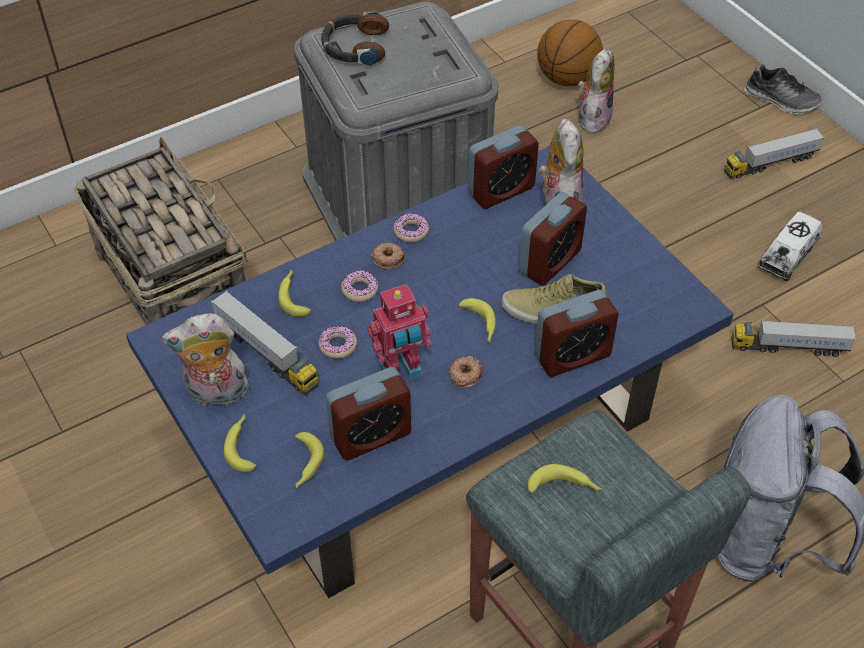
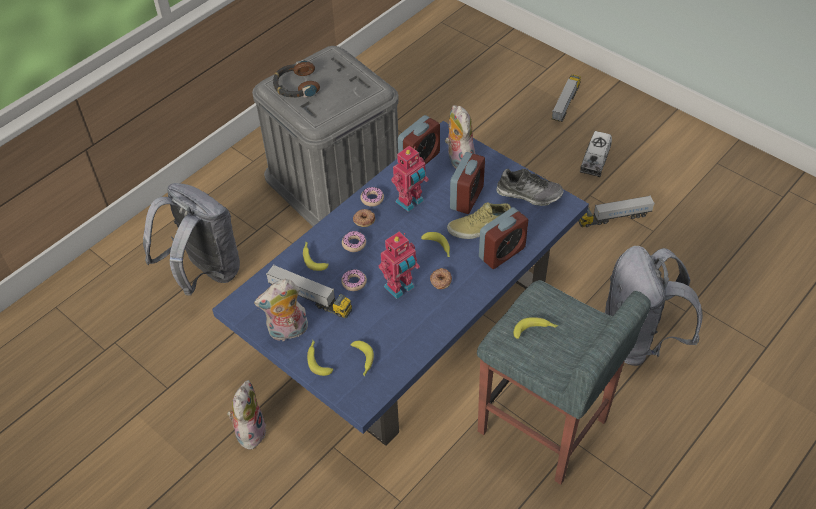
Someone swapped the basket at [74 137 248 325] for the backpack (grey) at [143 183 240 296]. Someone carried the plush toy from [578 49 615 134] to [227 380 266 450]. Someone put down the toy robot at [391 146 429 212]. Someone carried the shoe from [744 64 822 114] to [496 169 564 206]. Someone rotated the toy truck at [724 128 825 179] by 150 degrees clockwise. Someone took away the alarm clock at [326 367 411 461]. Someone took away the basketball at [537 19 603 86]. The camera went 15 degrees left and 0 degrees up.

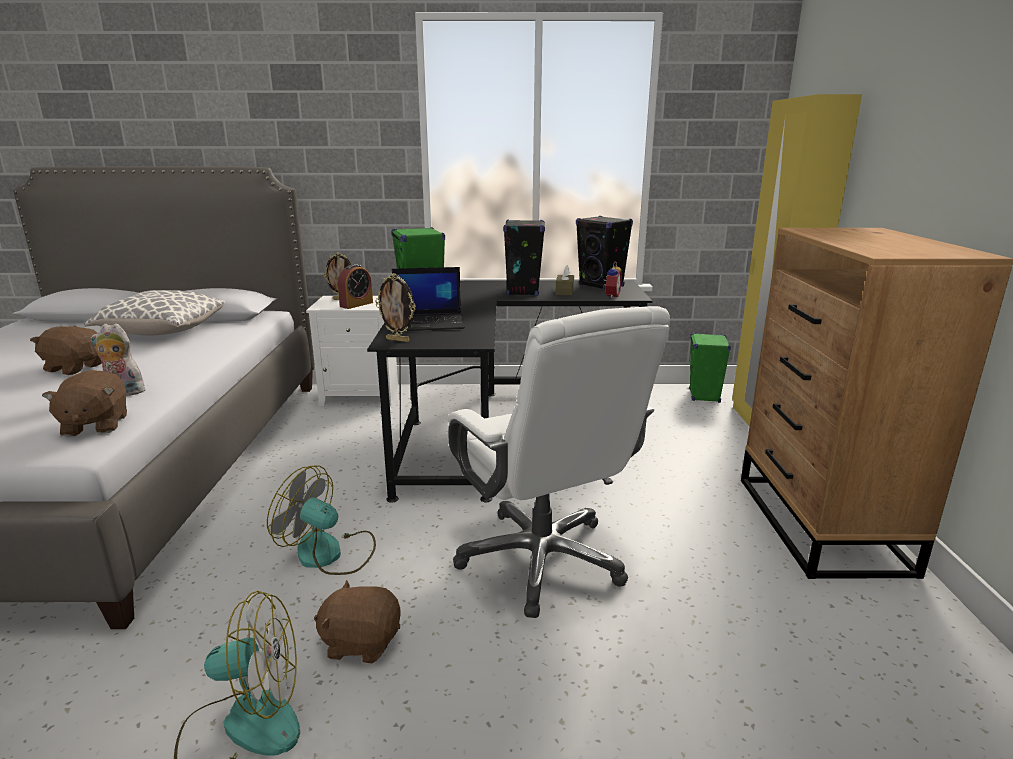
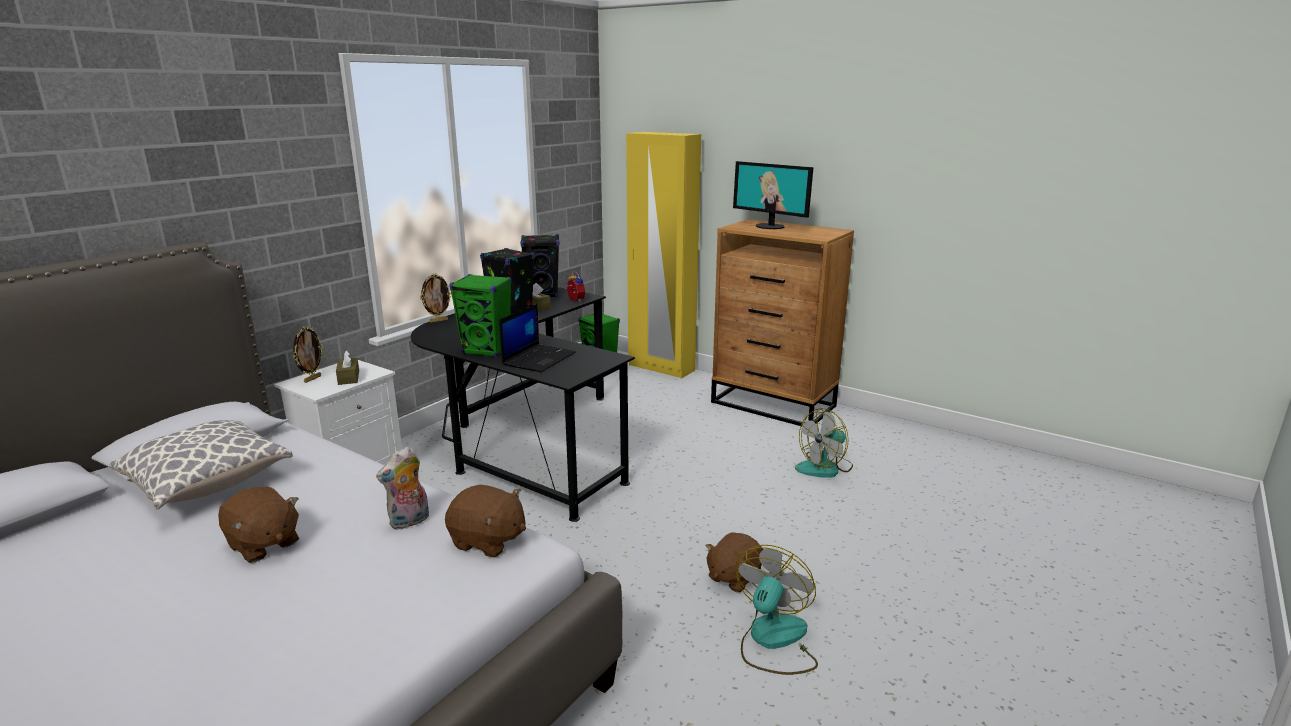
Someone rotated the plush toy (brown) at [30 326 102 375] by 105 degrees counterclockwise. Someone swapped the alarm clock at [338 264 373 309] for the tissue box (brown) at [336 350 359 385]. Someone carried the picture frame from [375 273 416 342] to [420 273 452 323]. Someone put down the monitor at [733 161 814 229]. Someone carried the fan from [267 466 376 575] to [795 408 853 478]. Someone took away the office chair (white) at [447 306 670 618]. The camera went 55 degrees left and 0 degrees up.

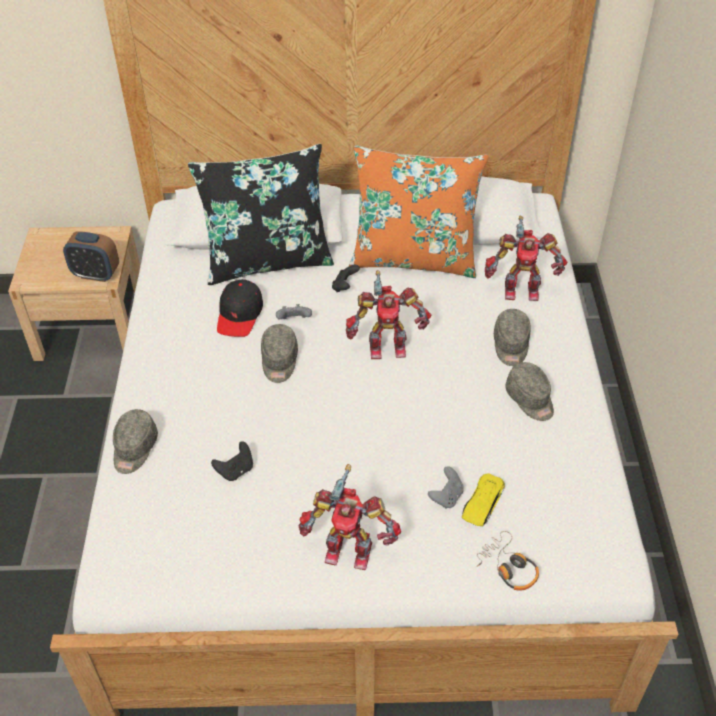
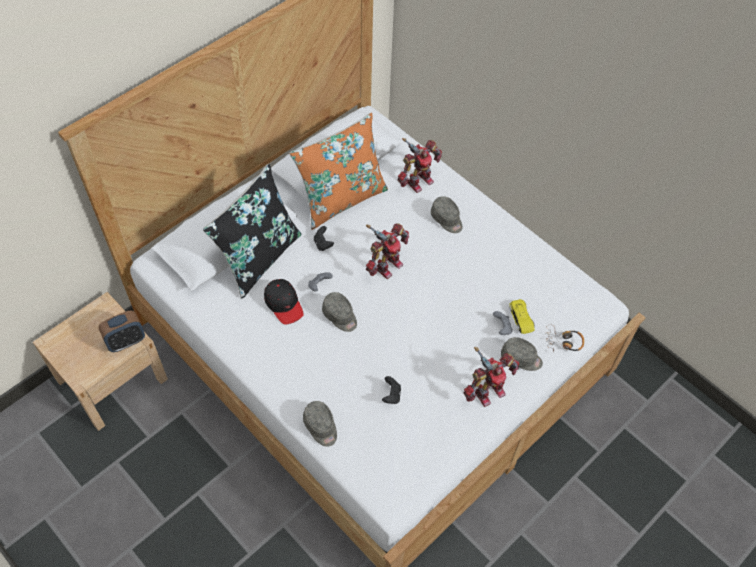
Someone carried the cap (grey) from [505 362 554 421] to [501 337 543 371]. The camera went 45 degrees left and 10 degrees up.

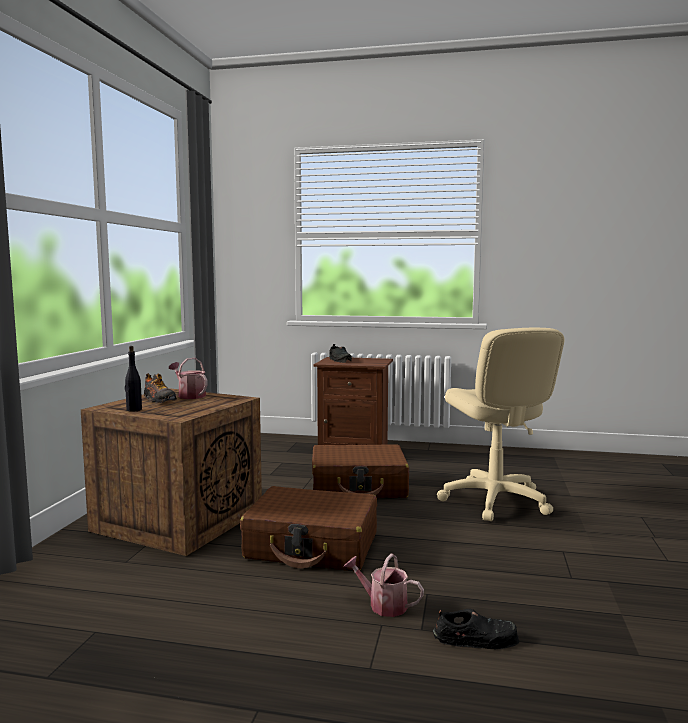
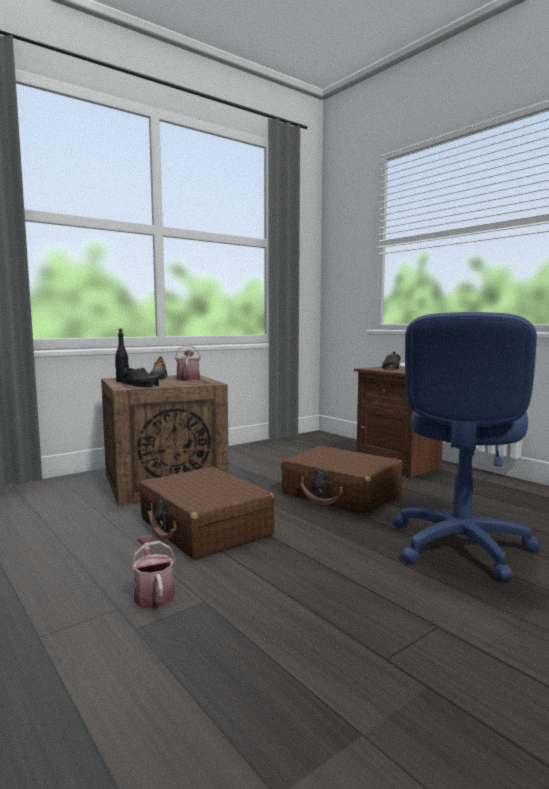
Someone carried the shoe (black) from [433 609 519 649] to [122 365 159 387]. Someone repainted the office chair (beige) at [437 328 564 521], which became the office chair (blue) at [392 312 541 581]. The camera went 40 degrees right and 0 degrees up.

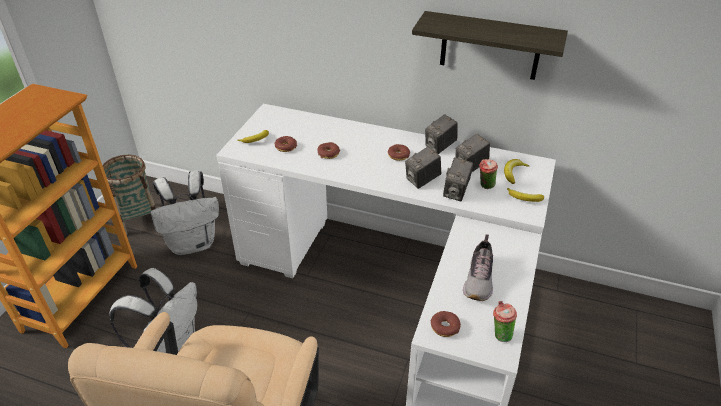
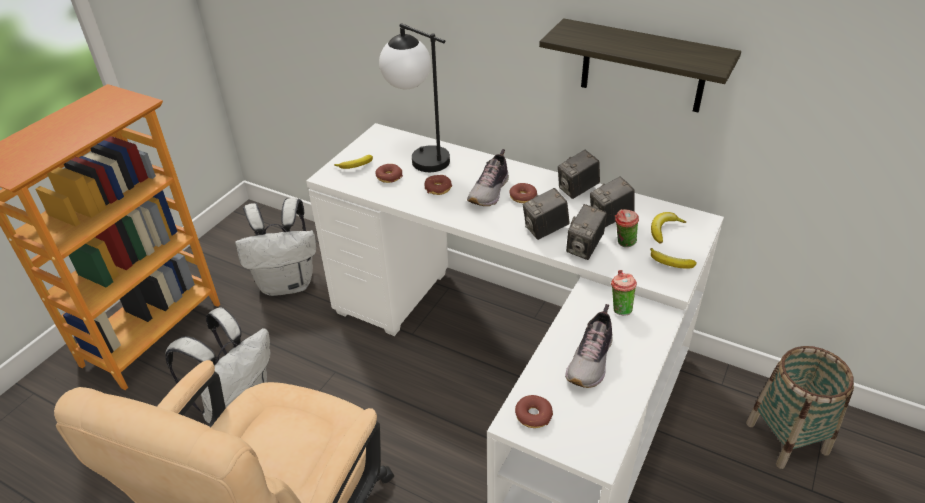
Someone put down the table lamp at [379 23 450 172]. Someone put down the shoe at [467 149 509 206]. Someone carried the cup from [493 301 517 342] to [611 270 637 316]. Someone carried the basket from [103 155 156 235] to [746 346 854 469]. The camera went 10 degrees right and 0 degrees up.

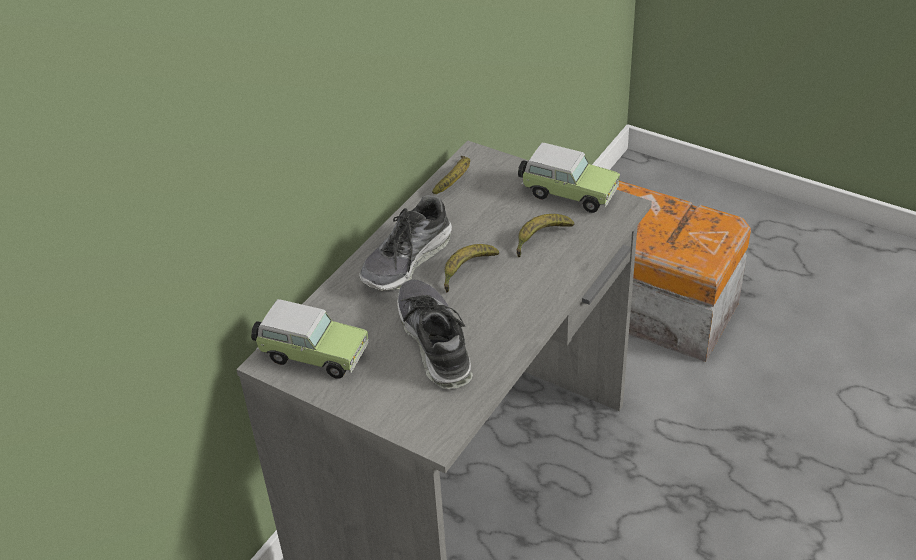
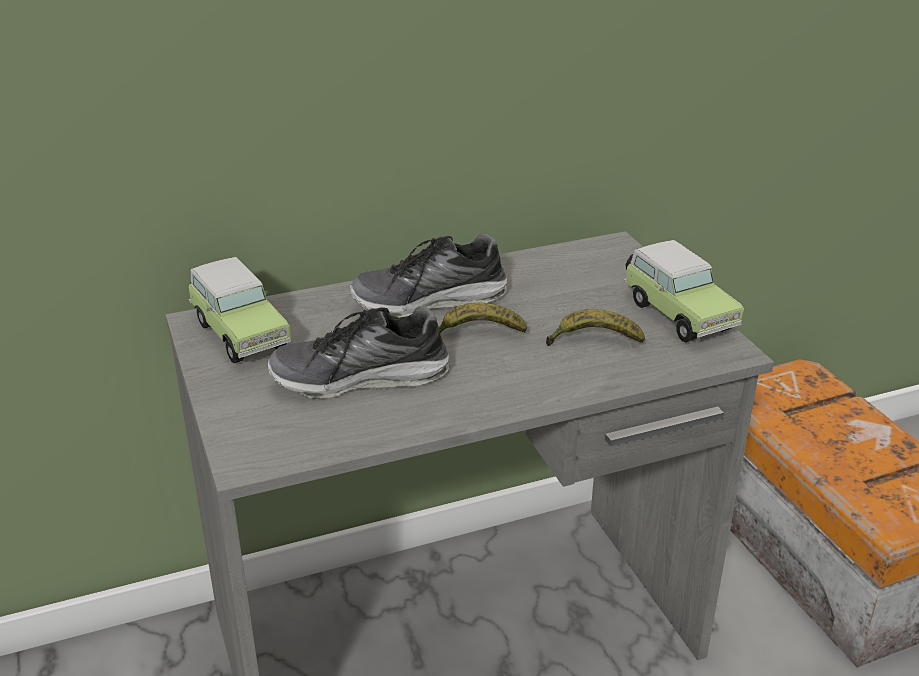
Someone rotated the shoe at [397 279 473 389] by 120 degrees counterclockwise. Someone took away the banana at [432 156 470 195]. The camera went 35 degrees right and 10 degrees down.

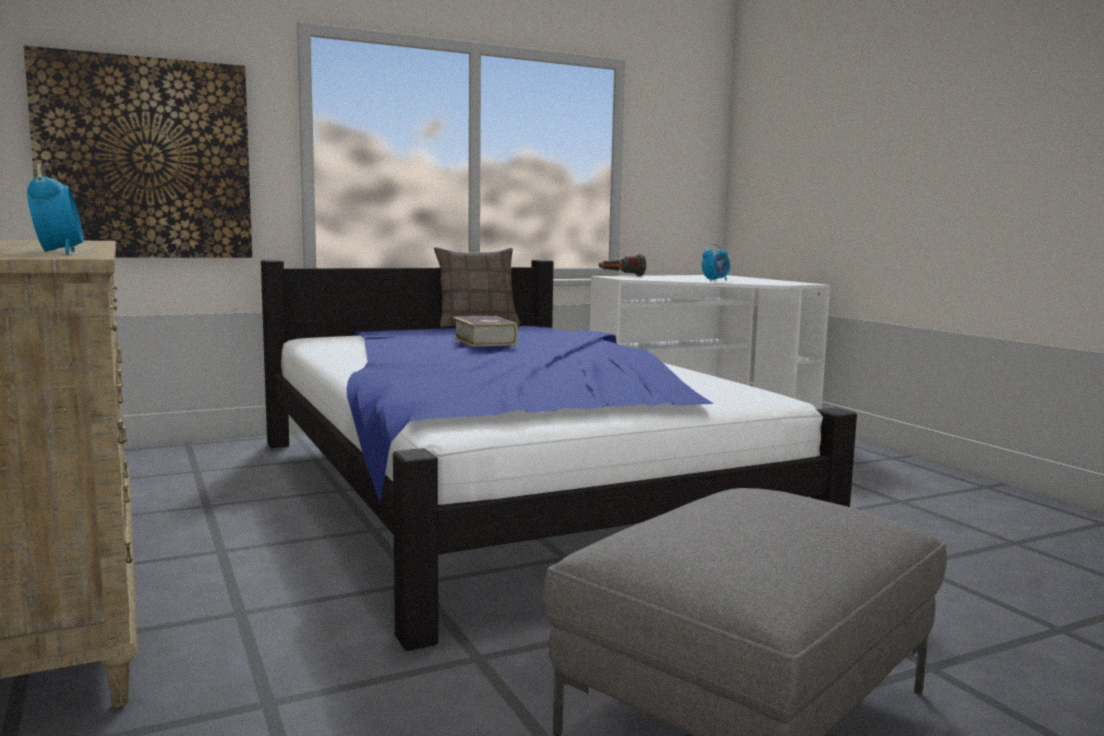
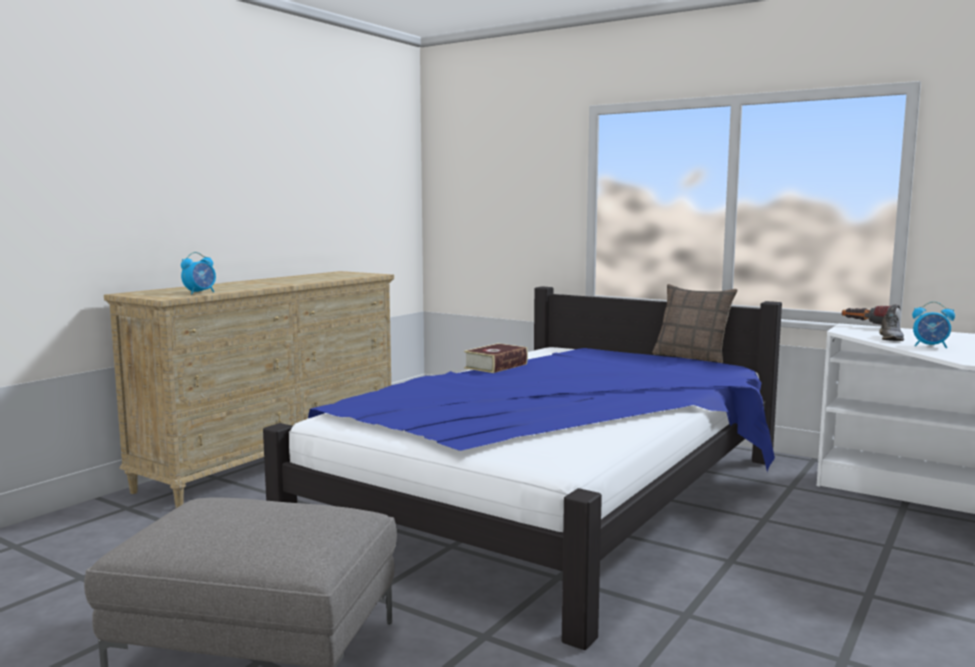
Someone carried the book from [453 316 518 347] to [464 343 528 373]. Someone put down the shoe (grey) at [879 312 904 341]. Someone took away the picture at [24 45 252 258]. The camera went 60 degrees right and 0 degrees up.

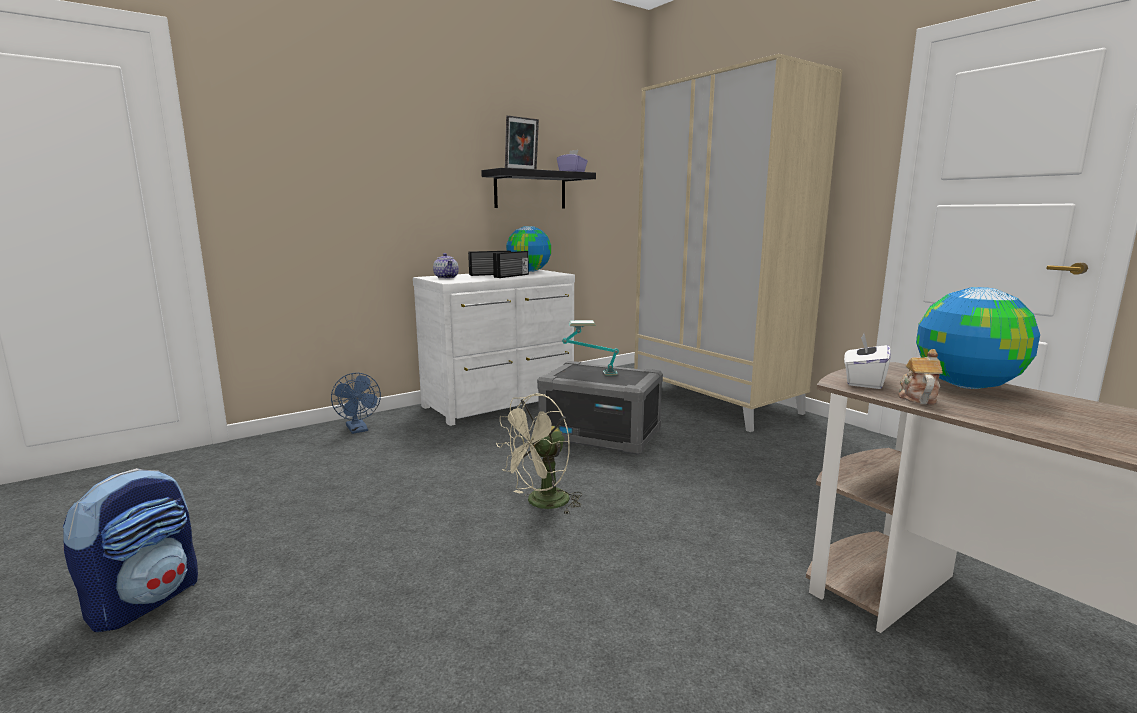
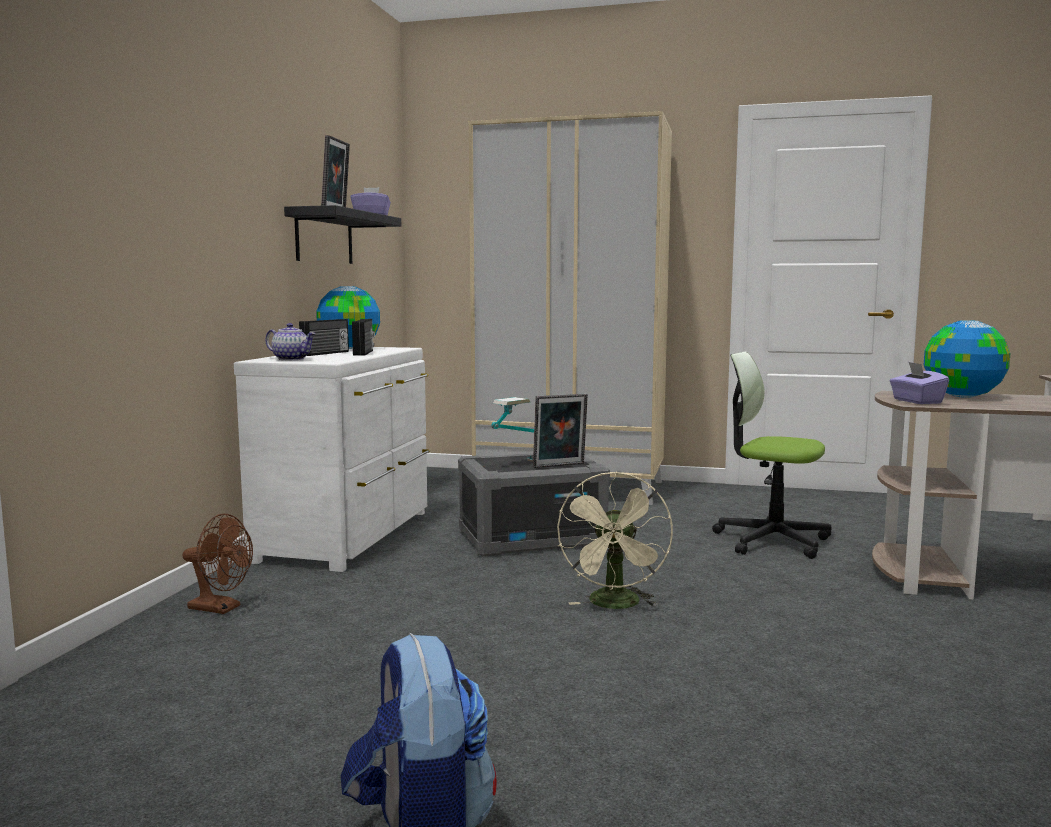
Someone repainted the fan (blue) at [331 373 381 434], which became the fan (brown) at [183 514 253 614]. Someone put down the picture frame at [533 394 588 468]. Someone put down the office chair at [712 351 832 559]. Someone repainted the tissue box (white) at [844 334 891 389], which became the tissue box (purple) at [890 362 949 404]. Someone took away the teapot at [898 349 943 405]. The camera went 40 degrees left and 5 degrees down.

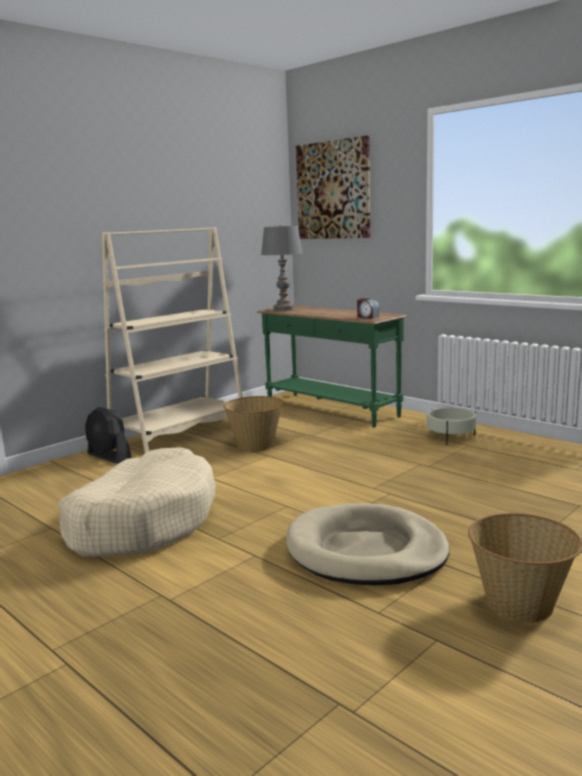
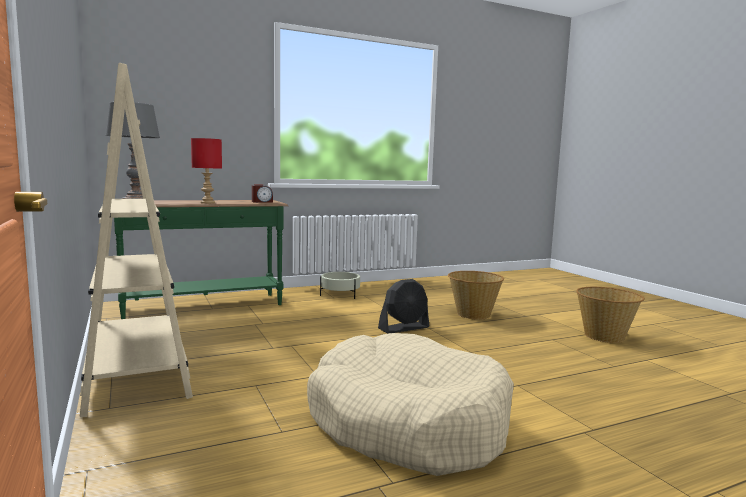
Someone put down the table lamp (red) at [191 138 222 204]. Someone carried the fan (black) from [85 407 132 464] to [378 279 429 334]. Someone carried the basket from [224 396 284 451] to [448 271 504 320]. Someone took away the dog bed (beige) at [286 503 450 586]. Someone took away the picture at [296 135 371 239]. The camera went 70 degrees left and 5 degrees down.

